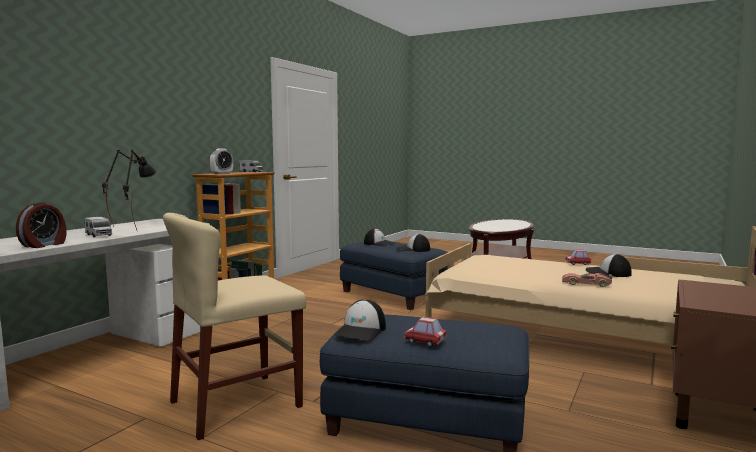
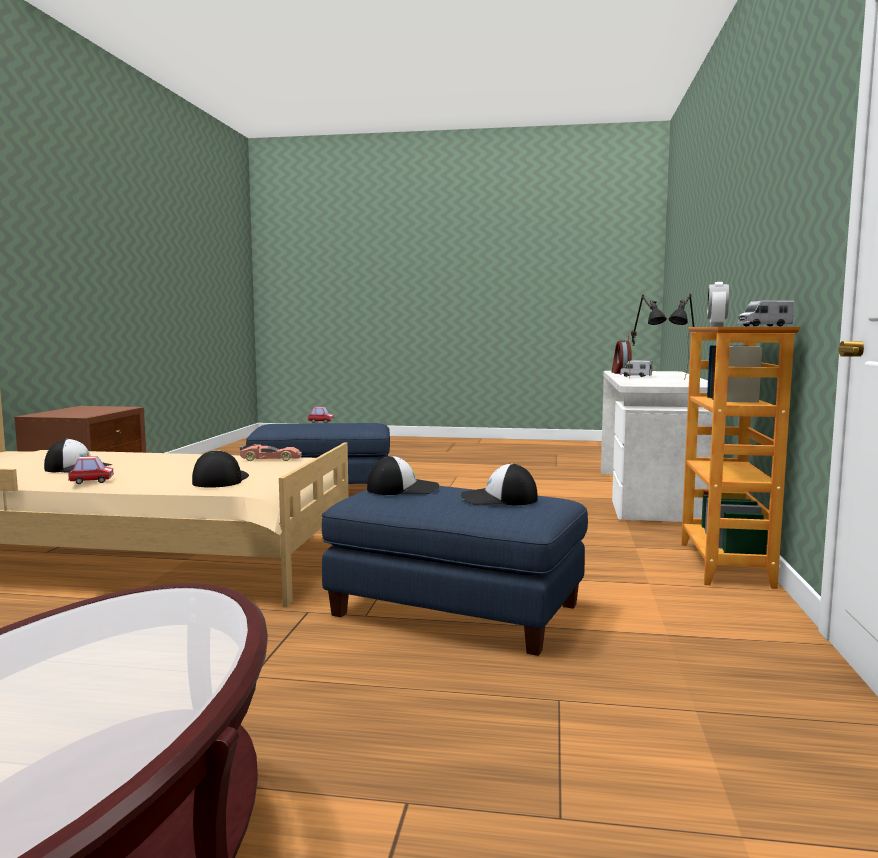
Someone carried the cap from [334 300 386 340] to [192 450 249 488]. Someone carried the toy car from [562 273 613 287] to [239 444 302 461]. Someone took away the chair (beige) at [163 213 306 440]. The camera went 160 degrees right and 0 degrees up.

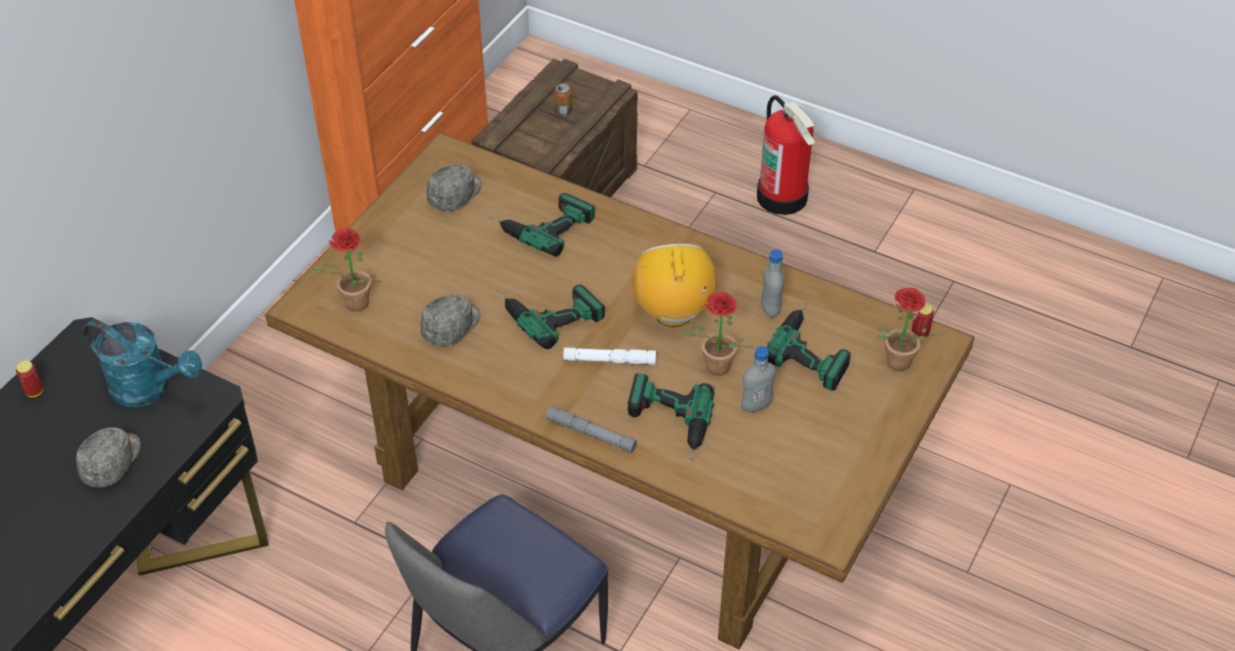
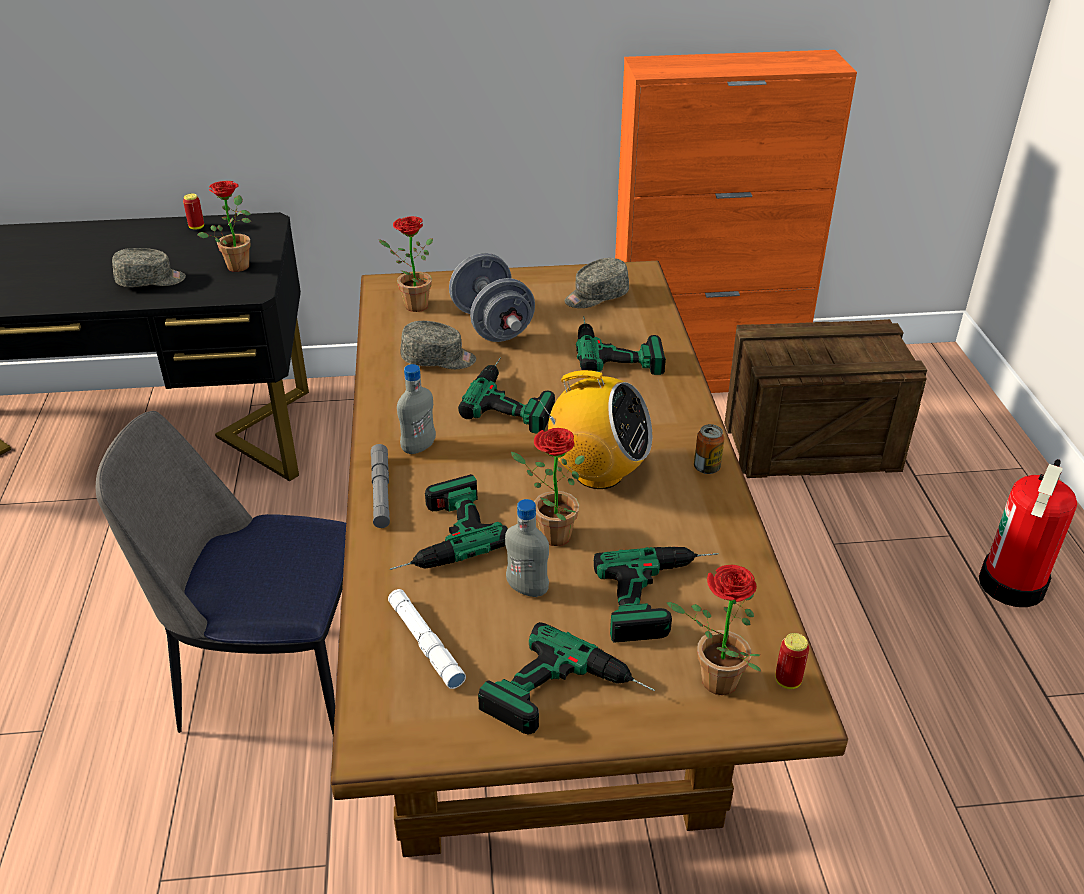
Someone swapped the watering can (turquoise) at [83 319 202 407] for the potted plant at [197 181 251 272]. Someone carried the flashlight (white) from [563 347 656 365] to [388 589 466 689]. Someone carried the bottle (grey) from [761 249 784 318] to [397 364 436 454]. Someone put down the dumbbell (grey) at [449 253 535 342]. Someone put down the power drill at [478 622 655 735]. Someone rotated the radio at [633 244 717 327] by 60 degrees clockwise. Someone rotated the cap (grey) at [427 164 482 211] by 150 degrees clockwise. Someone carried the can from [554 83 572 116] to [694 424 725 474]. The camera went 55 degrees right and 10 degrees down.

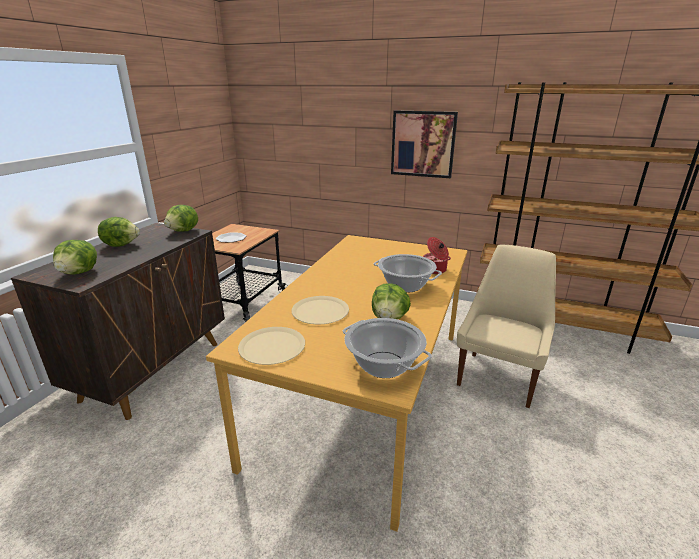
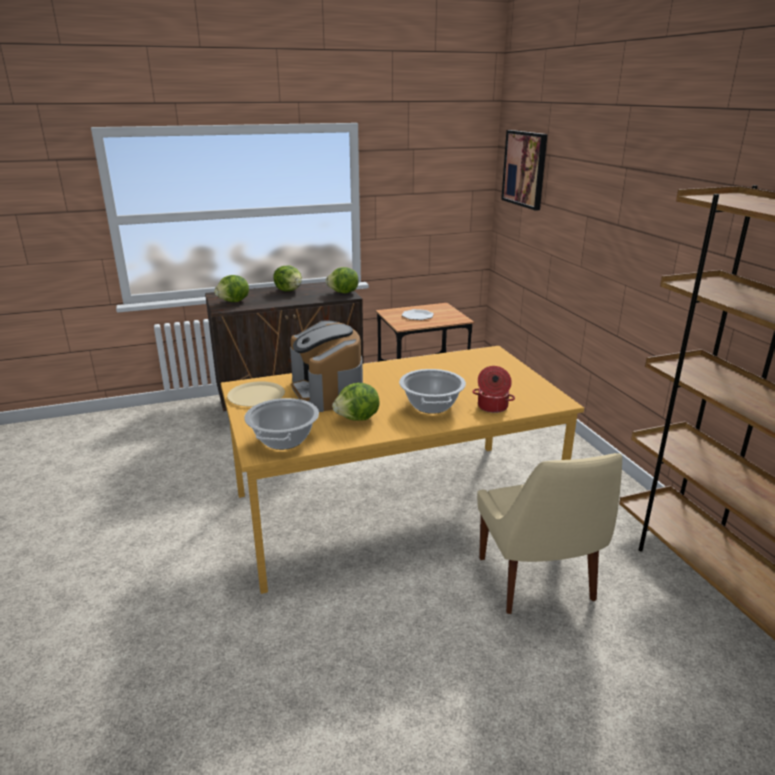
Someone swapped the plate (beige) at [291 296 349 324] for the coffee machine at [290 320 363 412]. Someone rotated the chair (beige) at [457 245 556 408] by 90 degrees clockwise. Someone carried the picture from [391 110 458 178] to [501 130 548 211]. The camera went 50 degrees right and 0 degrees up.

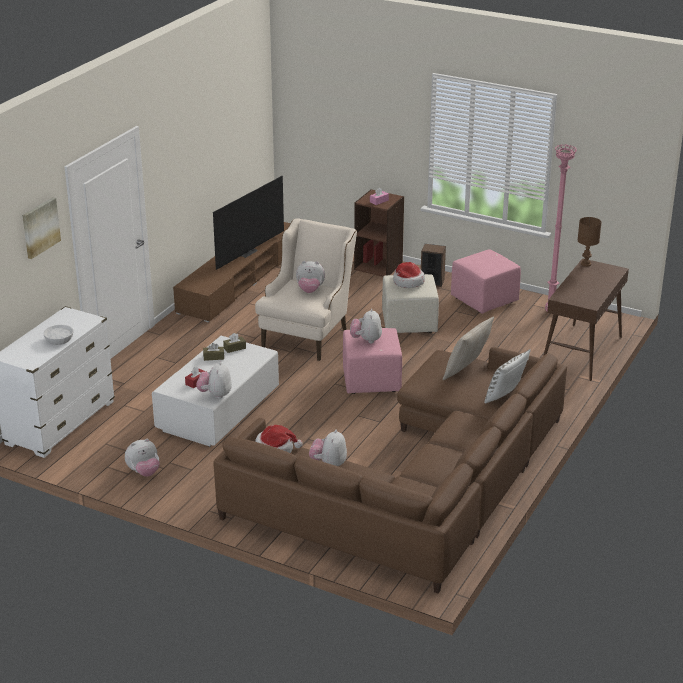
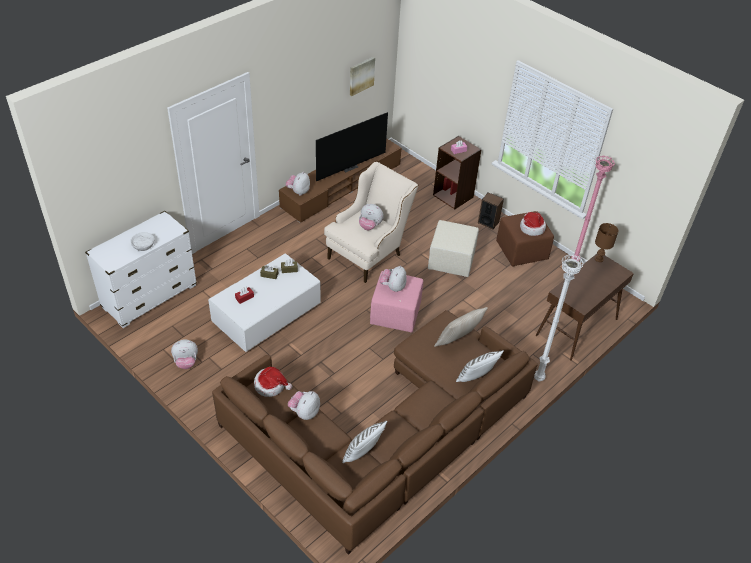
Someone carried the plush toy from [196 362 232 399] to [285 172 310 195]. Someone put down the pillow (white) at [342 421 387 463]. Someone carried the picture from [22 197 61 259] to [350 57 375 96]. Someone repainted the ottoman (pink) at [451 249 521 314], which became the ottoman (brown) at [496 211 554 267]. Someone carried the hat from [393 262 425 288] to [520 212 546 236]. Someone put down the floor lamp (white) at [534 255 584 382]. The camera went 15 degrees right and 15 degrees up.

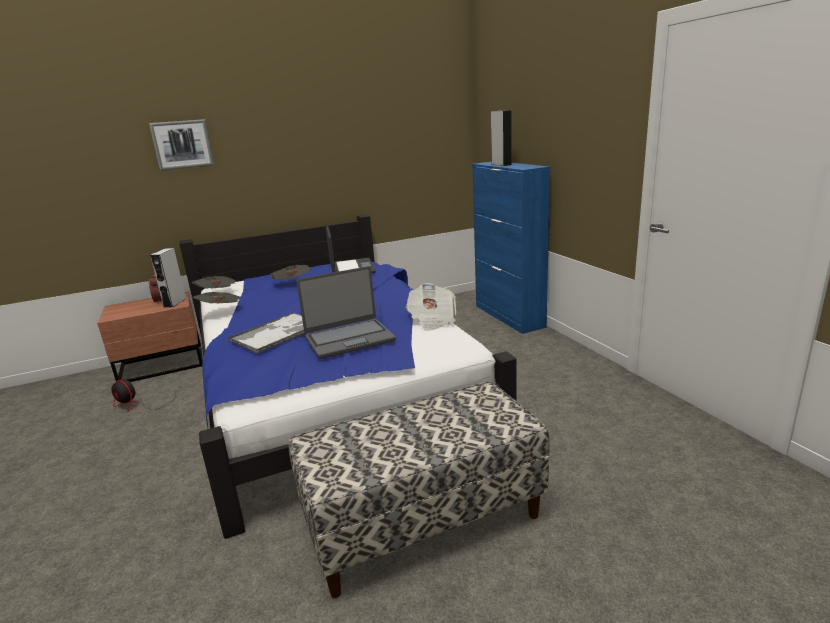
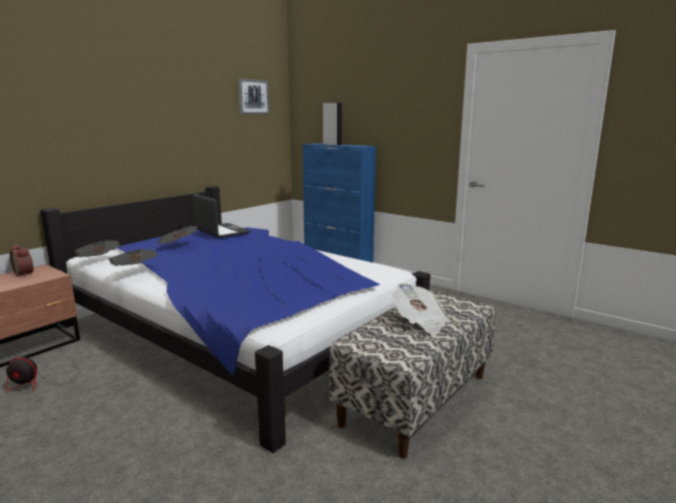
Someone carried the picture from [149 119 214 171] to [238 79 270 114]. Someone carried the newspaper from [406 283 456 331] to [392 283 450 335]. Someone took away the speaker (grey) at [150 248 186 308]. Someone took away the tray at [228 312 305 354]. Someone took away the laptop at [296 266 396 359]. The camera went 30 degrees left and 5 degrees down.

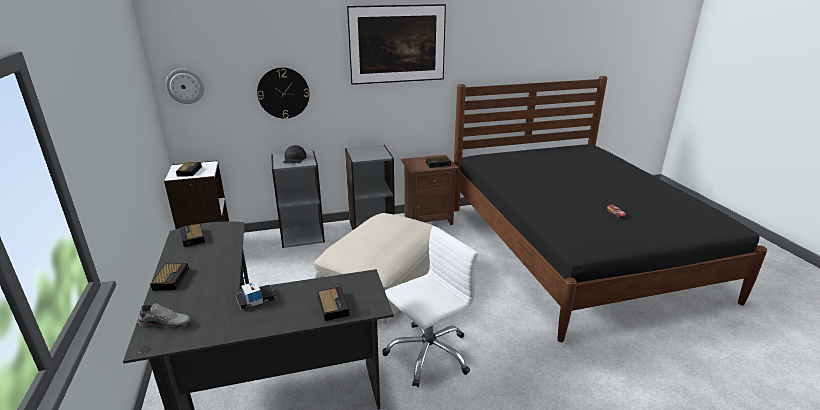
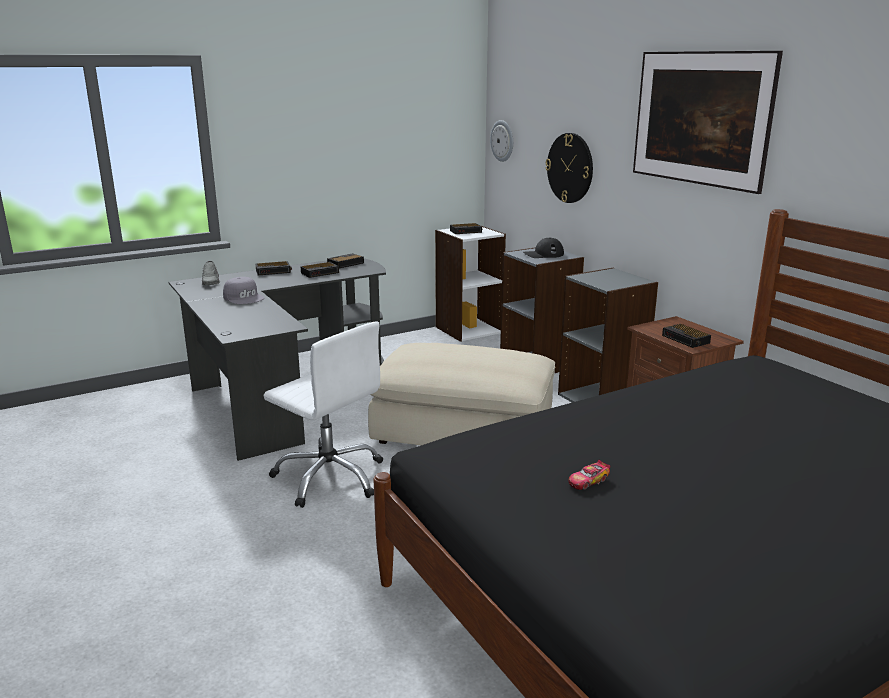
Someone swapped the toy car at [236 281 276 310] for the cap (grey) at [223 277 264 304]. Someone carried the alarm clock from [317 286 350 321] to [301 262 339 278]. The camera went 75 degrees right and 5 degrees down.

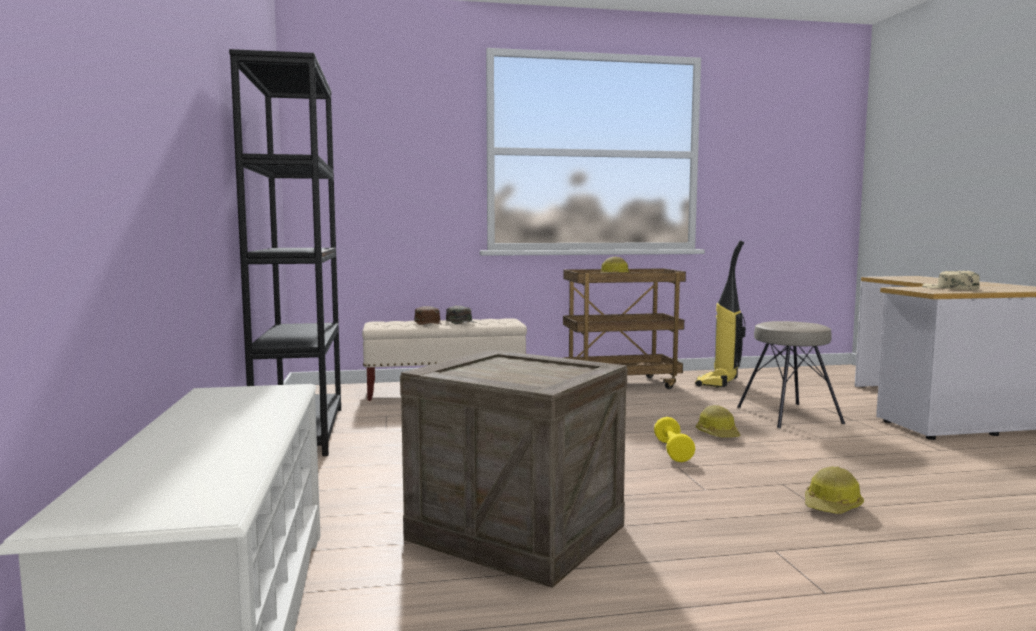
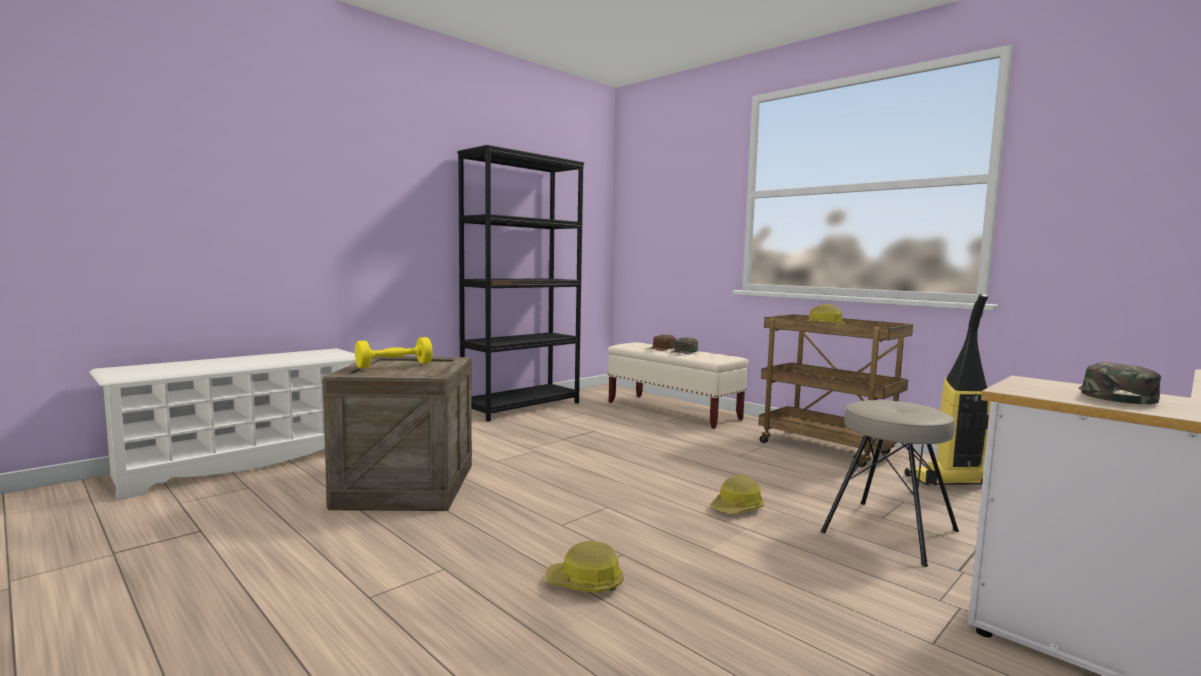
Someone carried the dumbbell (yellow) from [654 417 695 462] to [355 337 432 369]. Someone repainted the cap (beige) at [922 271 980 290], which became the cap (green) at [1079 362 1161 404]. The camera went 55 degrees right and 0 degrees up.

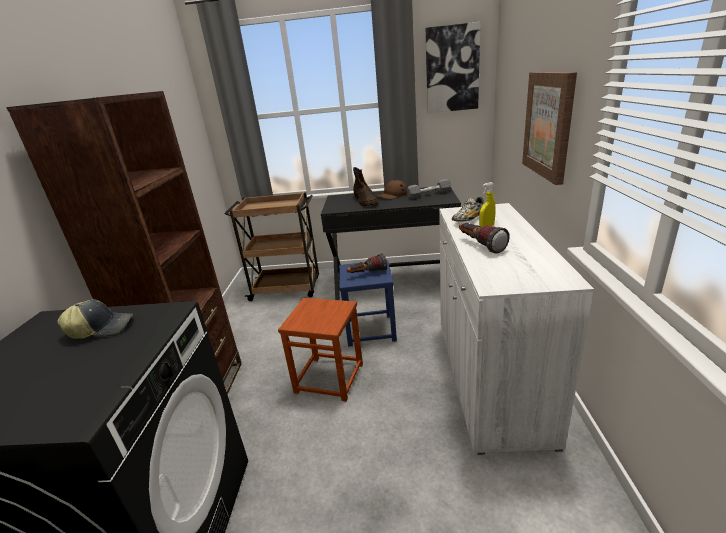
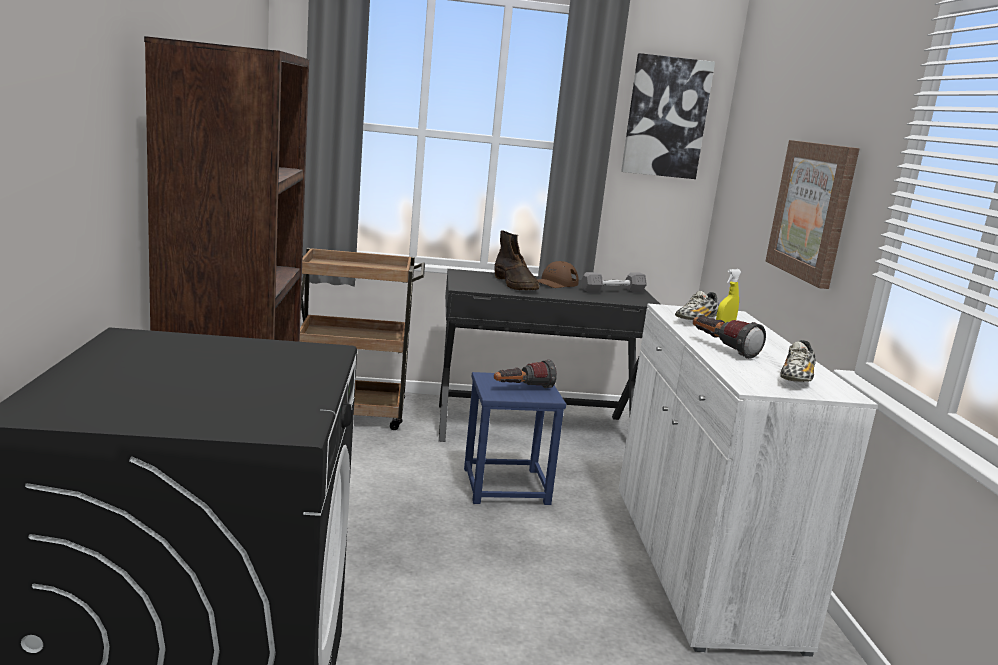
Someone put down the shoe at [780 340 816 382]. Someone took away the cap at [57 300 133 339]. Someone took away the stool (brown) at [278 298 363 401]. The camera went 10 degrees left and 10 degrees down.

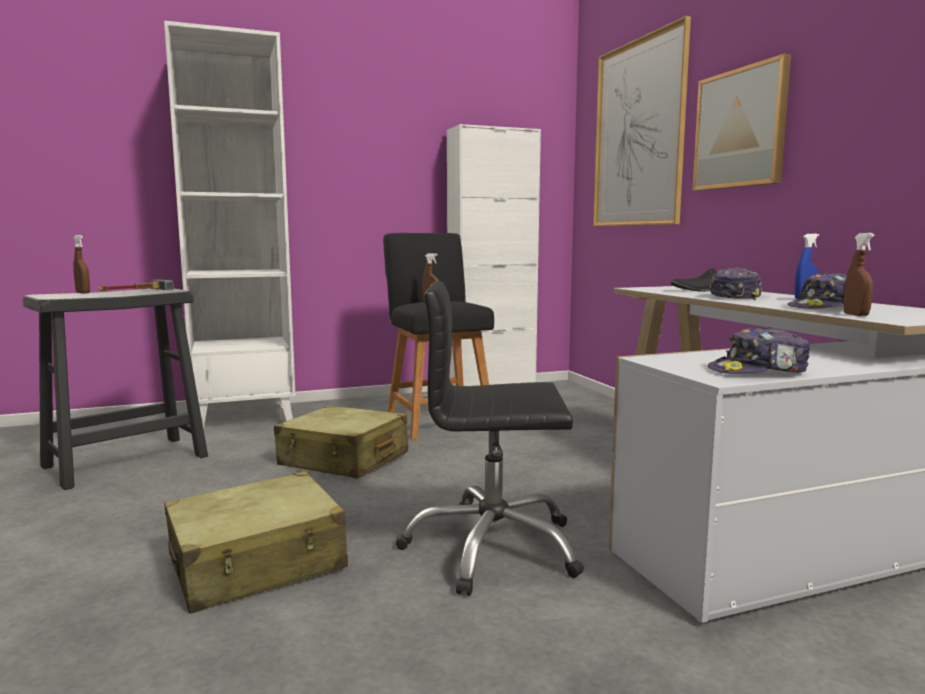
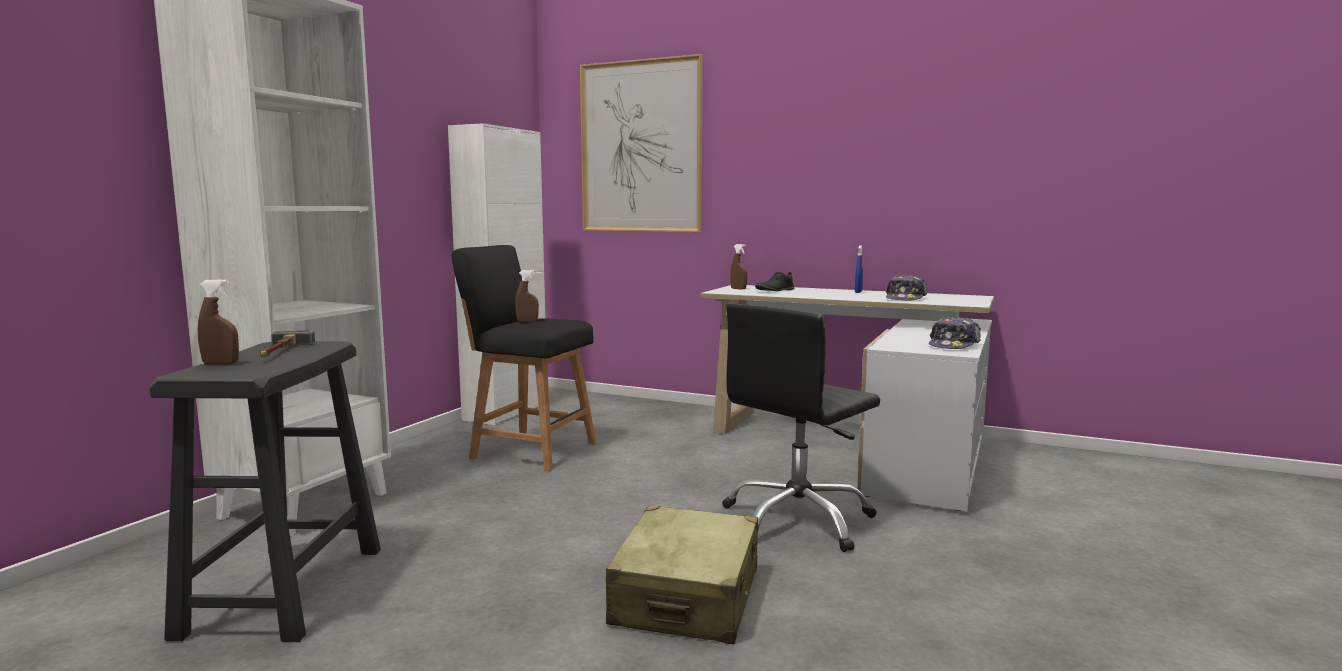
Someone carried the spray bottle (brown) from [843 233 874 316] to [730 244 747 289]. Someone took away the suitcase (beige) at [274 405 408 479]. Someone took away the picture at [692 54 791 191]. Someone took away the cap at [709 267 762 300]. The camera went 45 degrees left and 0 degrees up.

